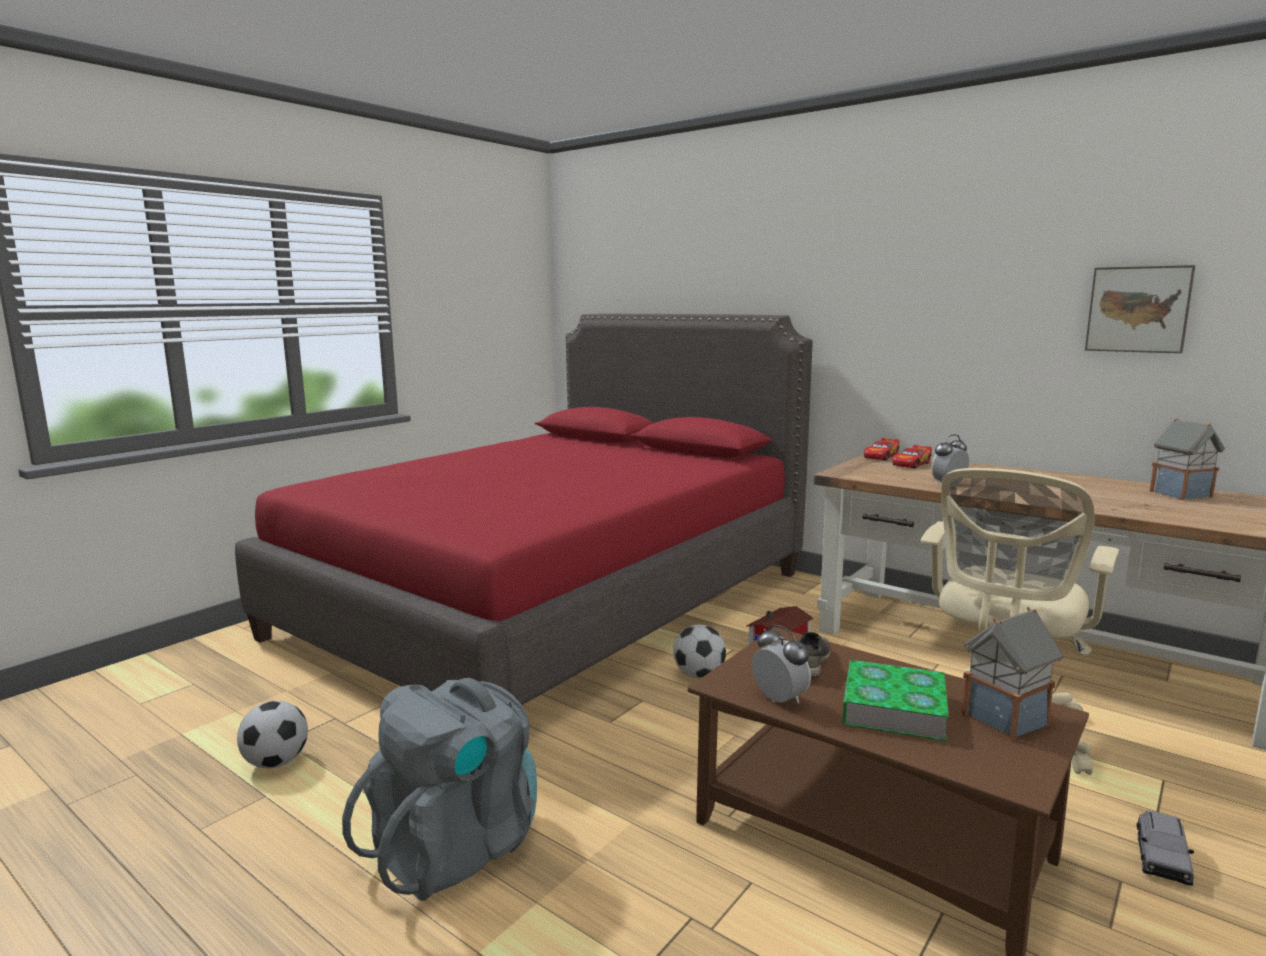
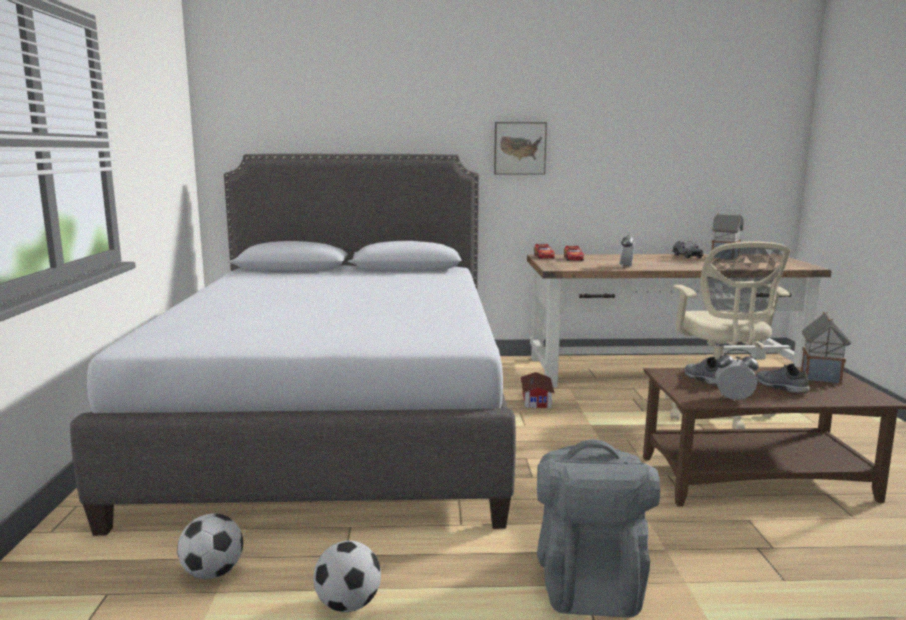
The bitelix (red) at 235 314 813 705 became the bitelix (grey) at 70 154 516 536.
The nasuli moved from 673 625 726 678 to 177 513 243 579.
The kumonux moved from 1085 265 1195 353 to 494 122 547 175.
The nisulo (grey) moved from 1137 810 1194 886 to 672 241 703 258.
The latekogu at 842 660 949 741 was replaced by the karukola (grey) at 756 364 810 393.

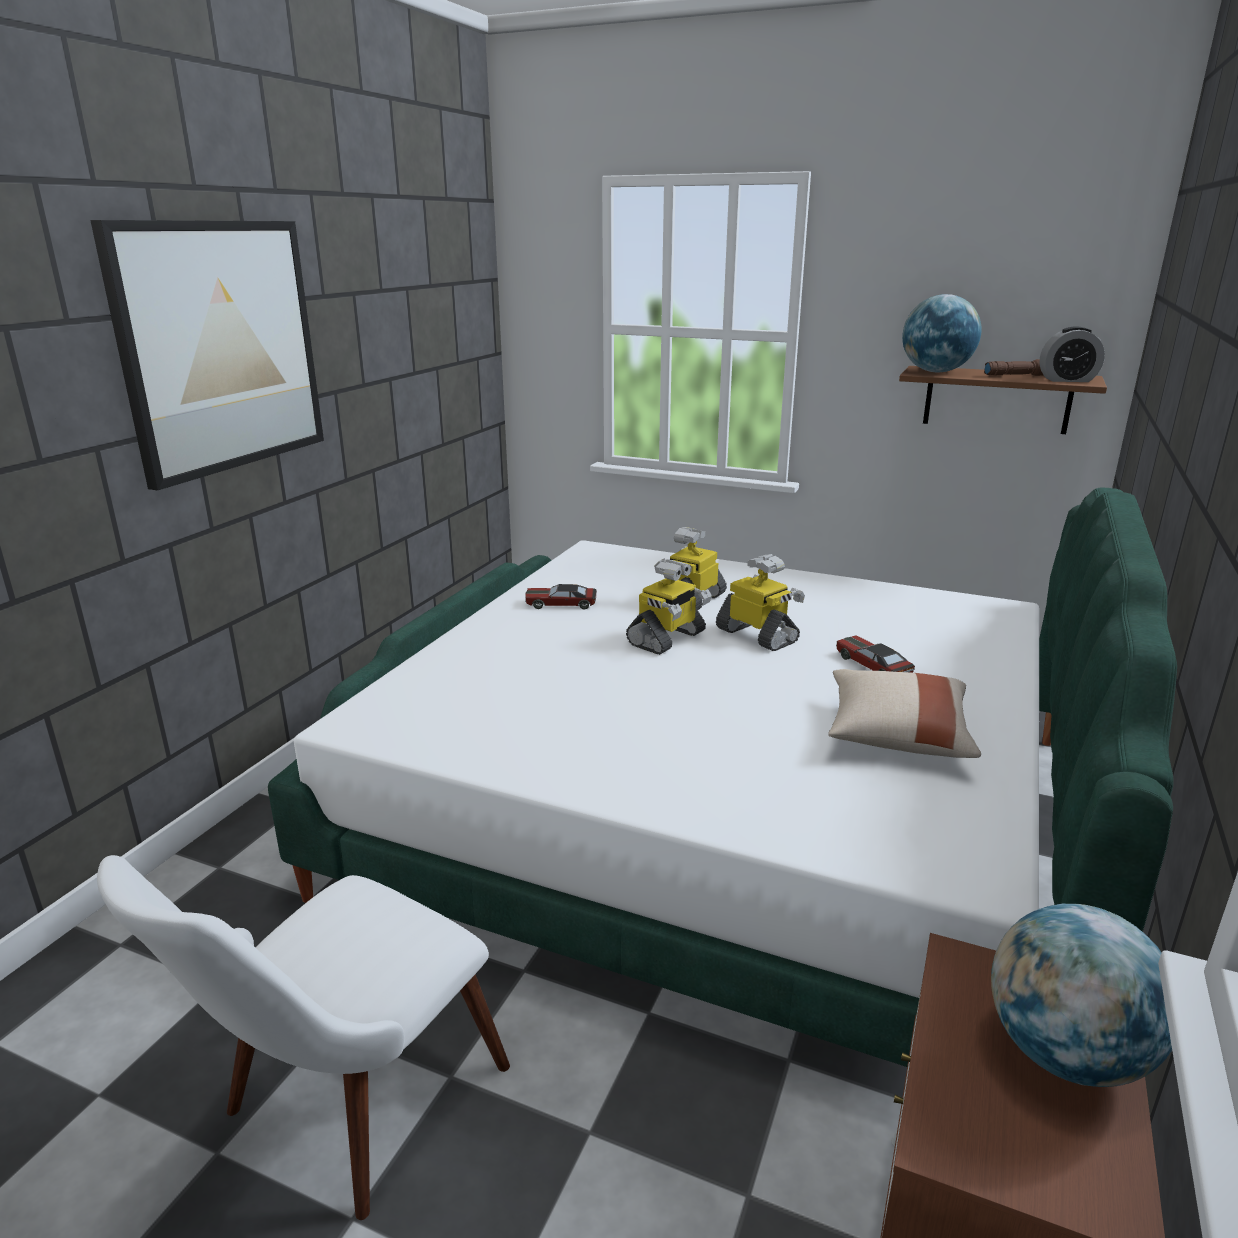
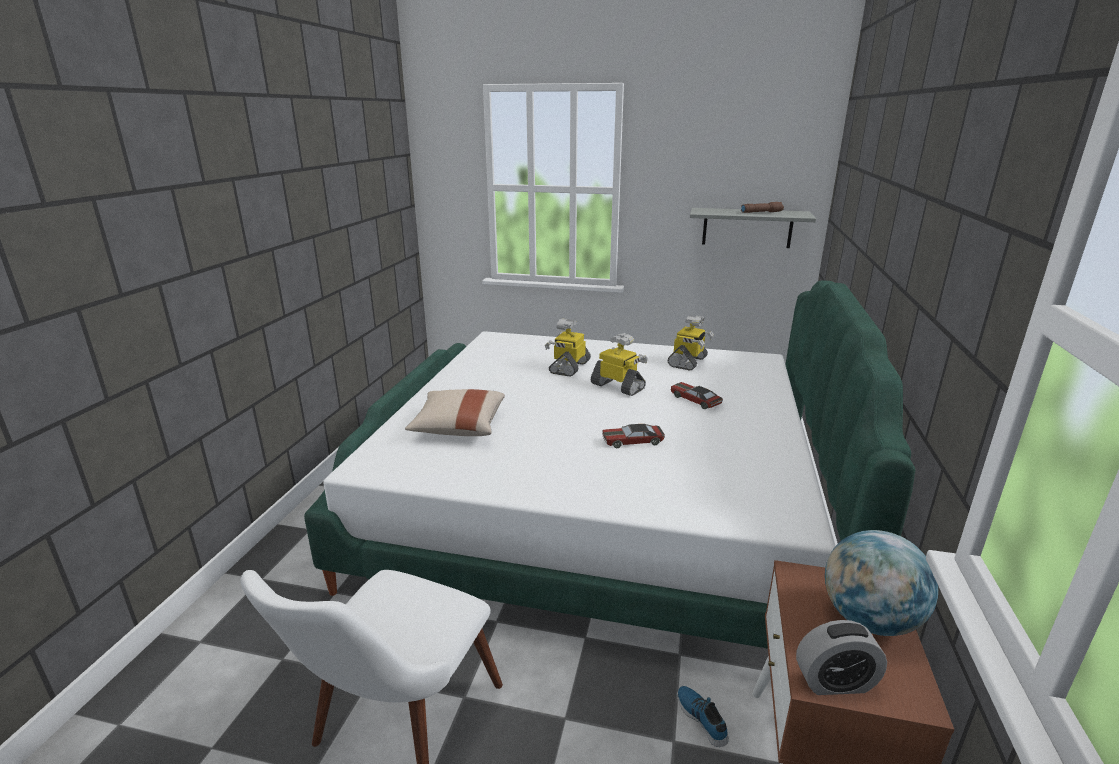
The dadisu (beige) moved from 828 669 981 758 to 405 389 505 436.
The nisulo moved from 525 584 597 610 to 602 424 665 448.
The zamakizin moved from 626 559 712 655 to 667 315 714 371.
The karukola at 677 686 729 747 appeared.
The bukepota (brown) at 899 366 1107 434 became the bukepota (grey) at 690 208 816 248.
The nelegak moved from 1039 326 1105 382 to 796 620 887 695.
The kumonux at 90 220 324 490 disappeared.
The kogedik at 902 294 981 372 disappeared.

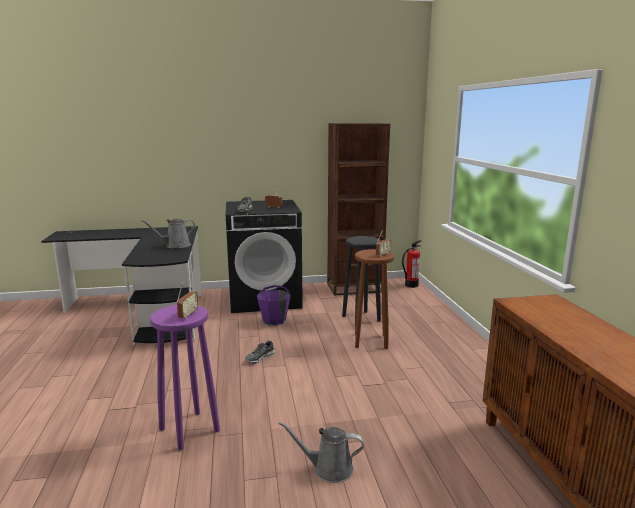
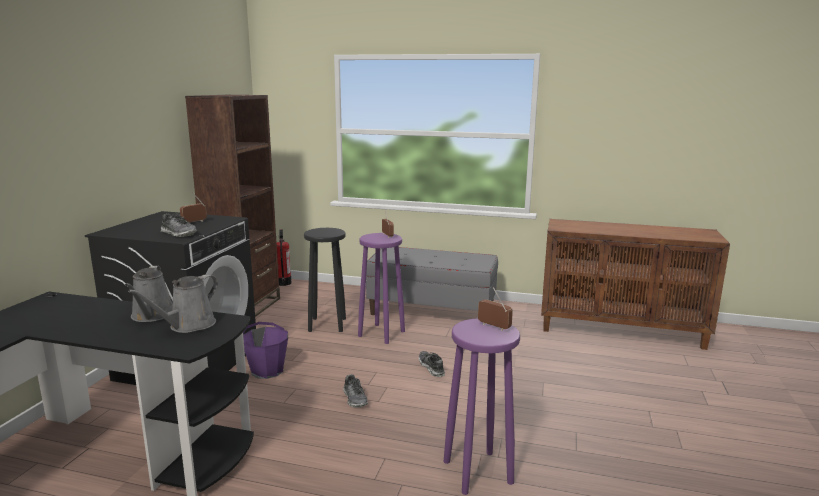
The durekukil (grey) moved from 279 421 364 483 to 128 275 218 333.
The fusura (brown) at 355 249 394 349 became the fusura (purple) at 358 233 405 344.
The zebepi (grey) at 366 247 498 315 appeared.
The karukola at 419 351 445 377 appeared.

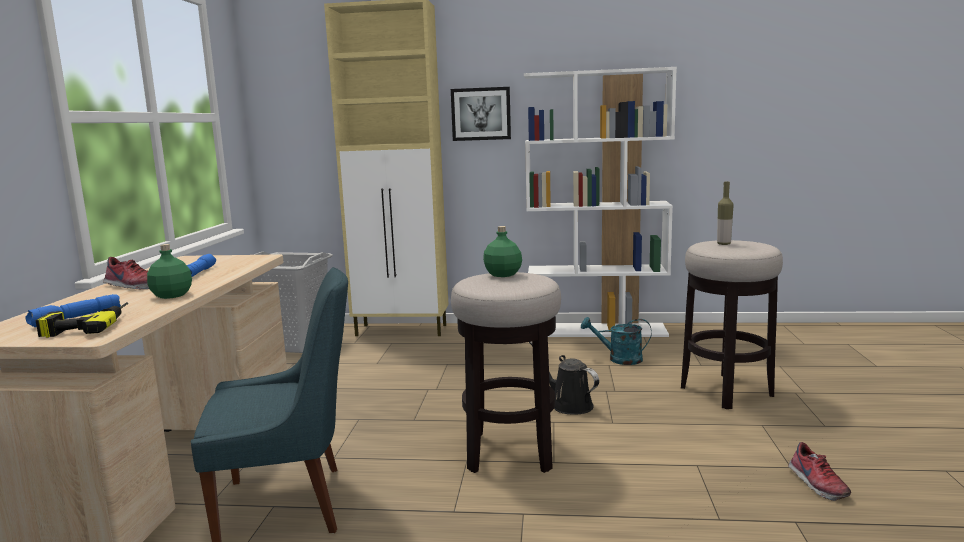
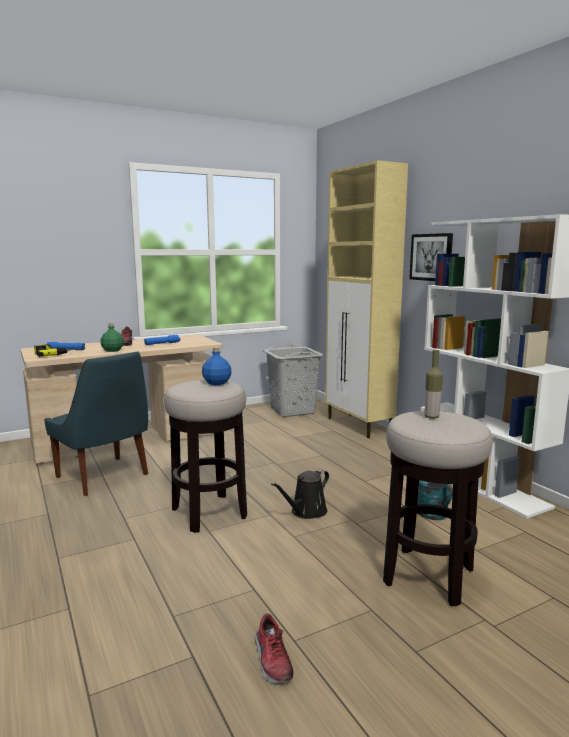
The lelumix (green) at 483 226 522 277 became the lelumix (blue) at 202 347 232 385.
The karukola at 788 442 851 501 turned 60 degrees counterclockwise.
The durekukil (black) at 529 342 599 415 turned 150 degrees counterclockwise.

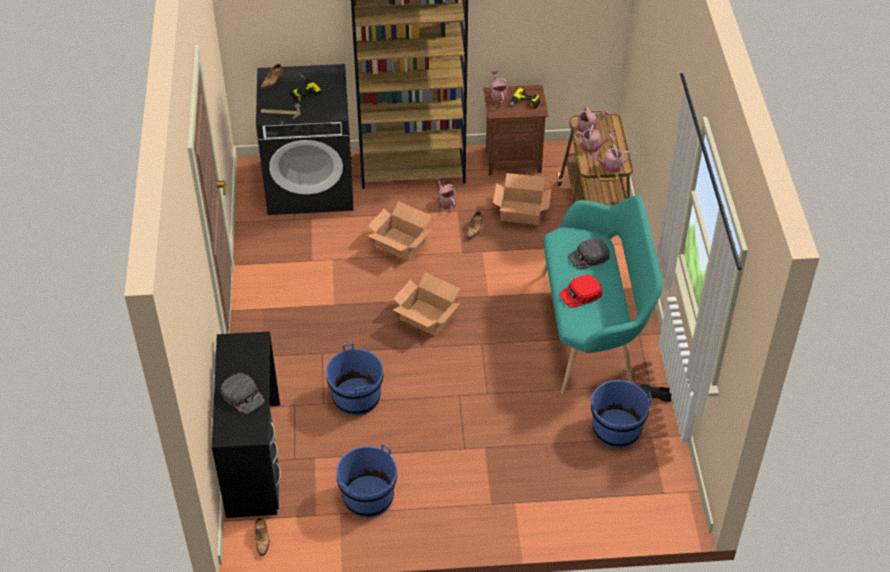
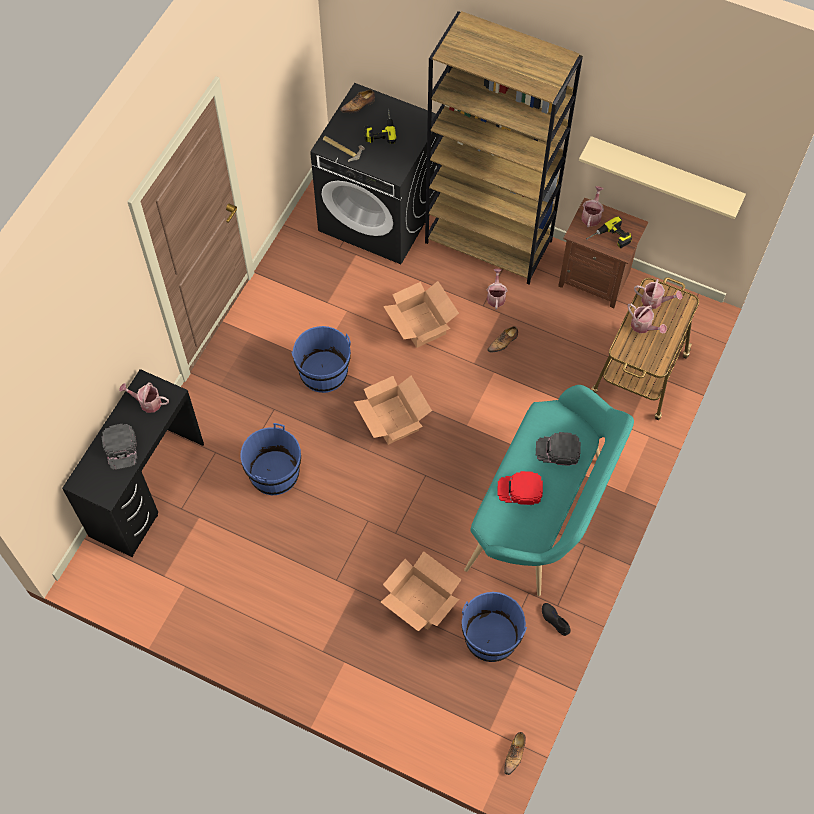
The durekukil moved from 590 144 630 172 to 119 382 169 413.
The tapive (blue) moved from 336 444 397 518 to 291 326 351 393.
The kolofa moved from 493 173 552 225 to 381 551 462 631.
The karukola moved from 254 517 270 556 to 504 732 526 775.
The bukepota (beige) at 579 136 746 219 appeared.

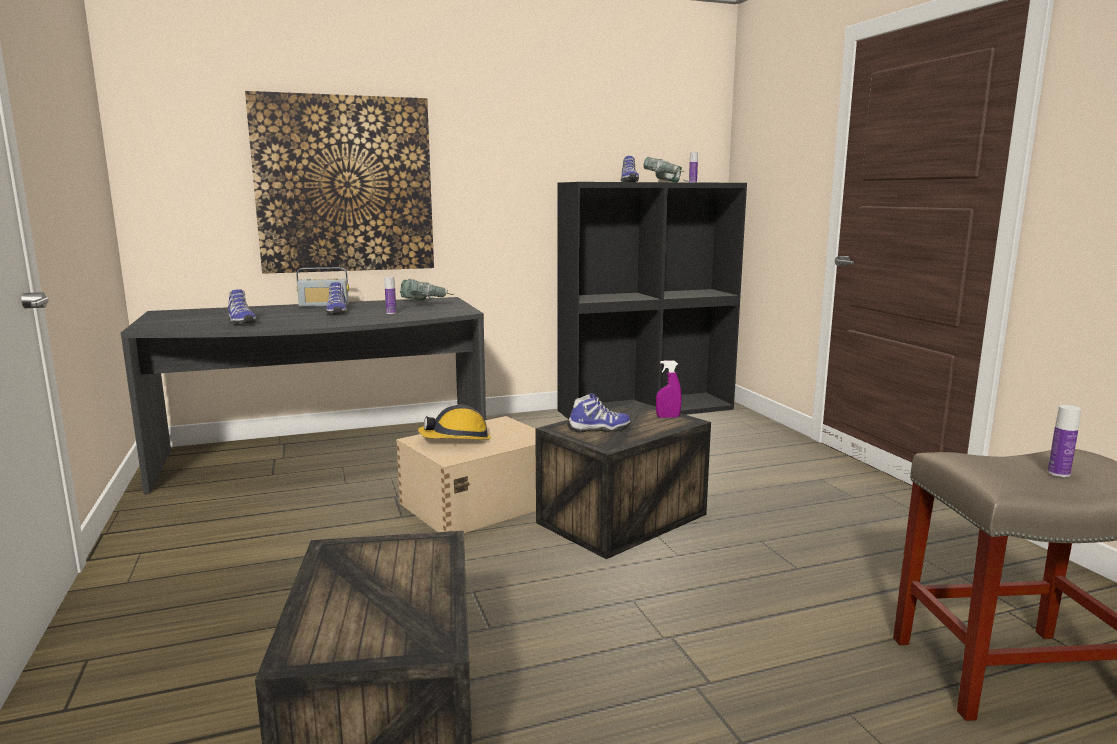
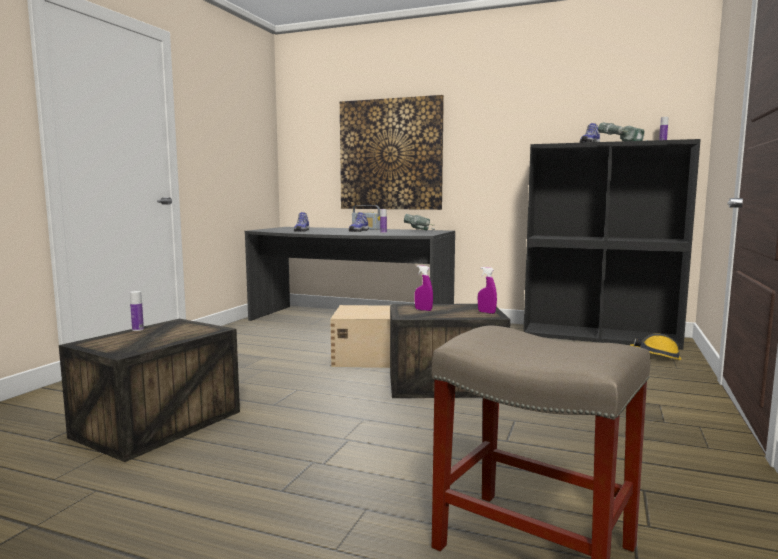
The lelumix moved from 1048 405 1081 477 to 130 291 144 331.
The karukola at 568 393 631 432 was replaced by the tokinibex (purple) at 414 265 433 311.
The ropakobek moved from 418 405 491 440 to 630 334 681 360.

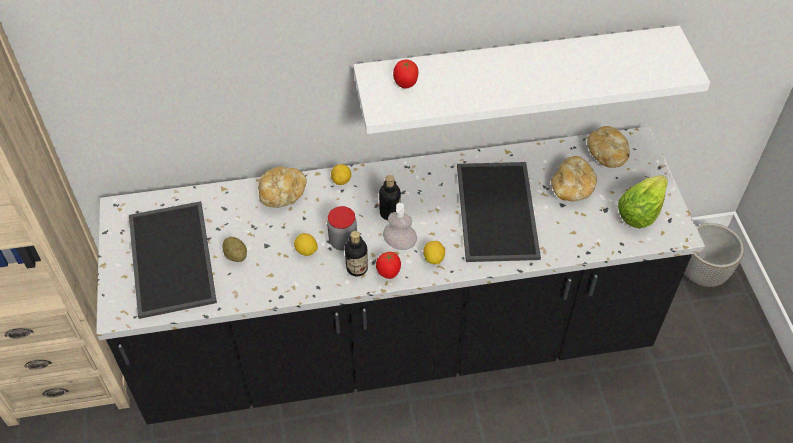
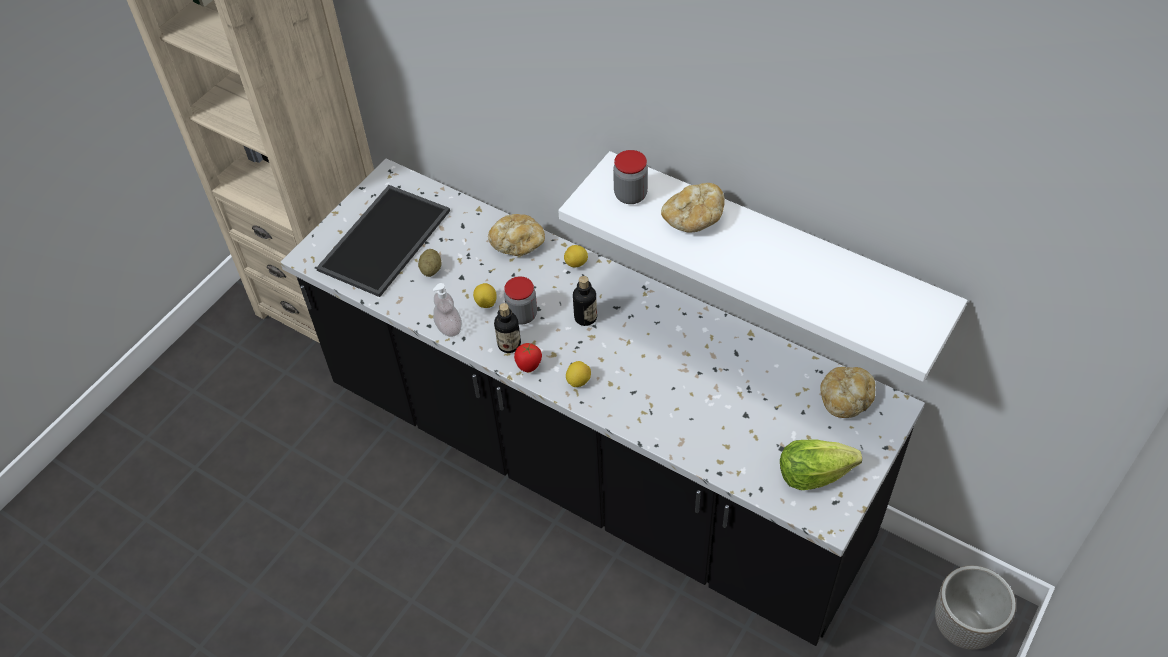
The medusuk moved from 383 203 417 250 to 433 283 462 337.
The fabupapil at 393 60 418 88 was replaced by the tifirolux at 613 150 648 204.
The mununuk moved from 551 156 597 201 to 661 183 725 233.
The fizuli at 457 162 541 262 disappeared.

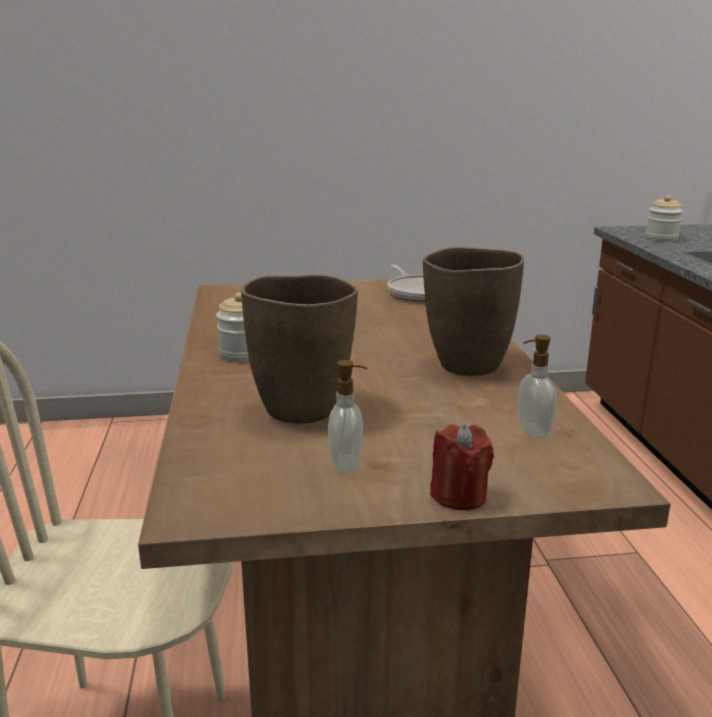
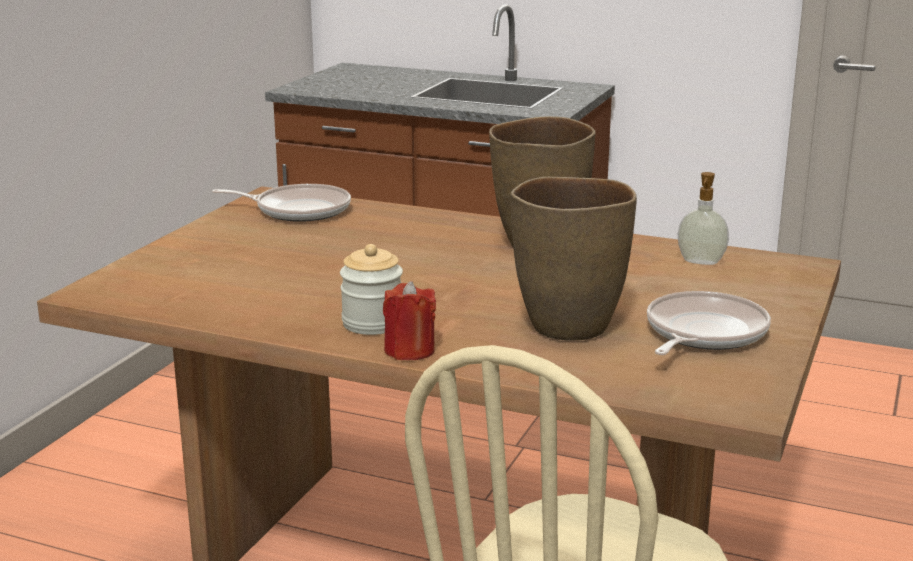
The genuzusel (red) moved from 430 424 494 510 to 383 281 436 360.
The medusuk at 328 360 367 473 was replaced by the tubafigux at 647 291 771 355.
The tifirolux at 646 195 683 241 disappeared.

